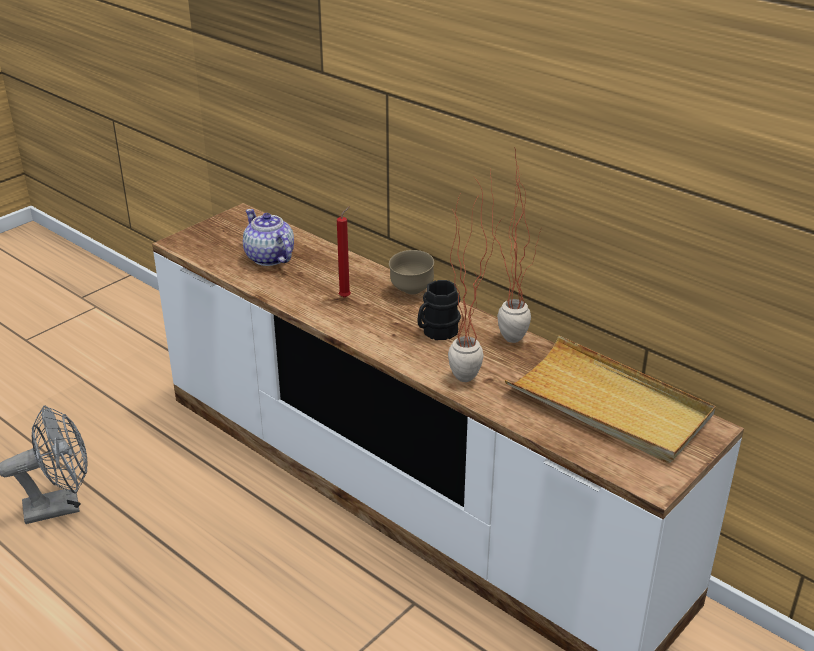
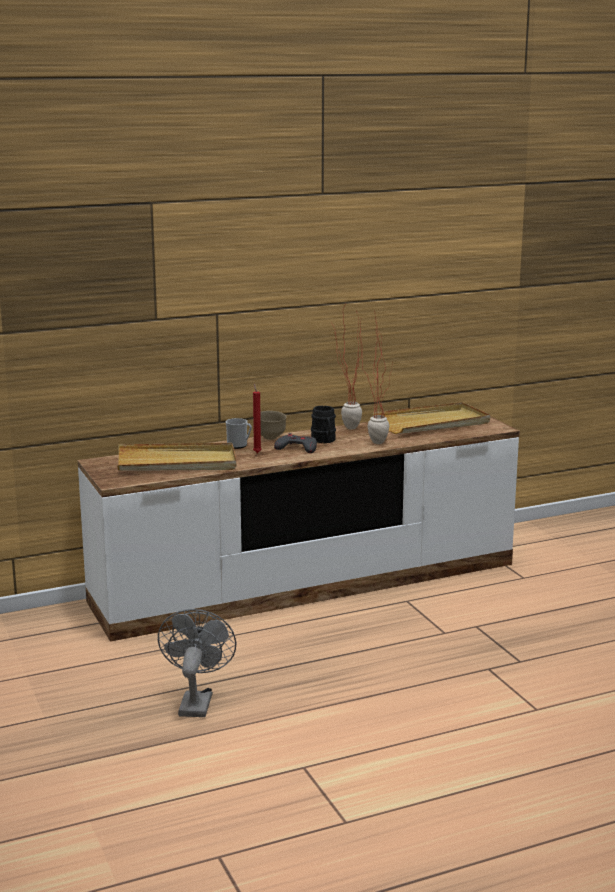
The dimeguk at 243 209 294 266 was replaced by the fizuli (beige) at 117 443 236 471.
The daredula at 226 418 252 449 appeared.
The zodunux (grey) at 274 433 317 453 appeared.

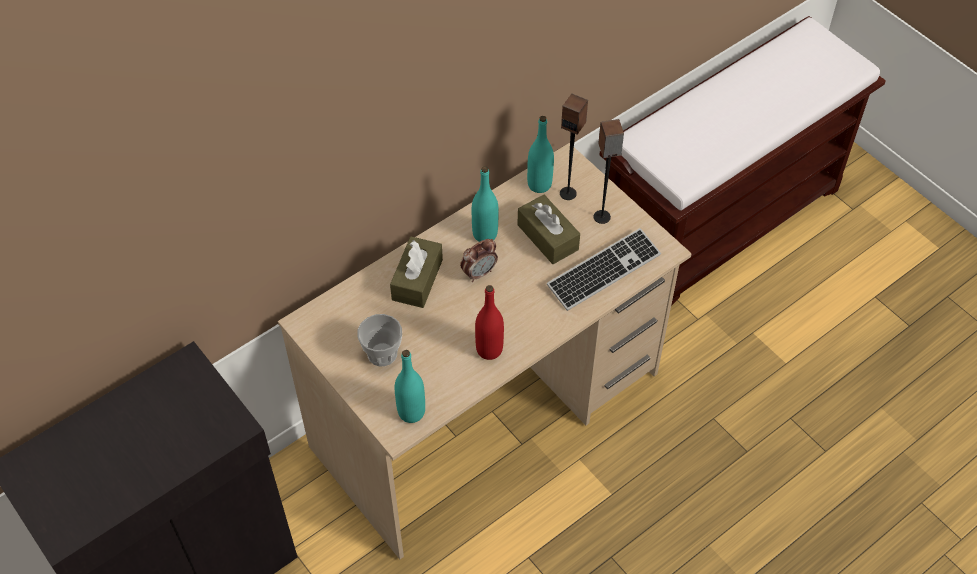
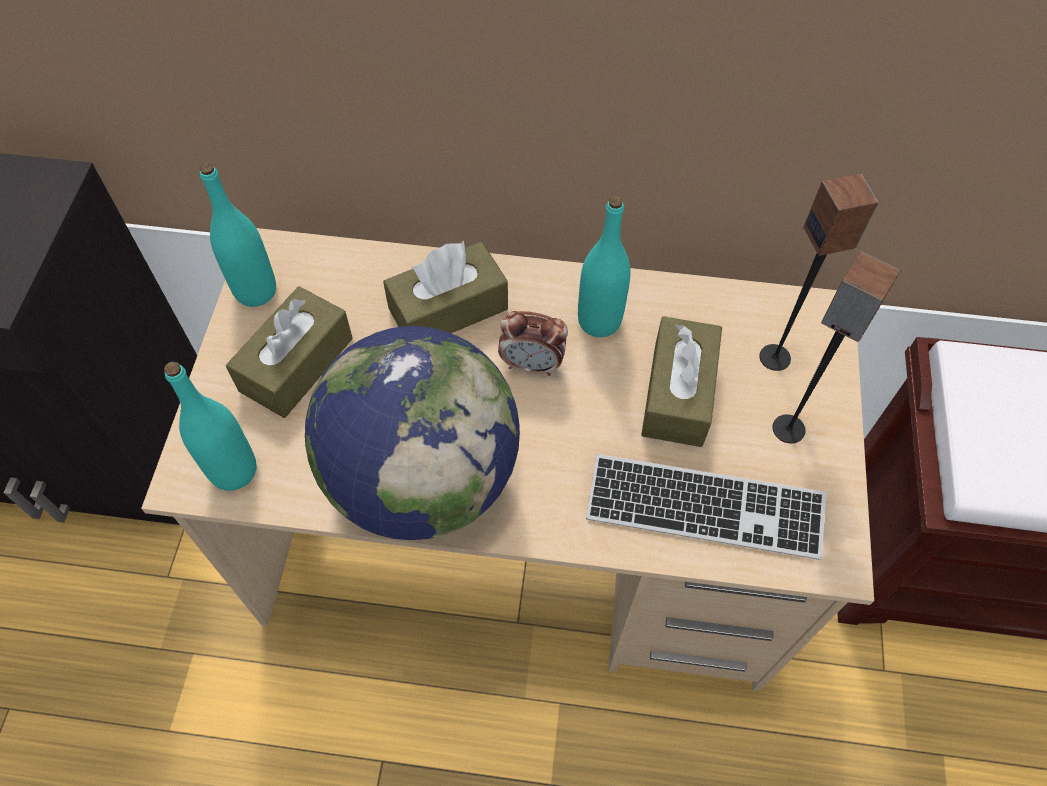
The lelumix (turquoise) moved from 527 116 554 193 to 200 163 276 307.
The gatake at 357 314 402 367 was replaced by the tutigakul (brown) at 226 286 353 418.
The lelumix (red) at 475 285 504 360 was replaced by the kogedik at 305 326 520 540.

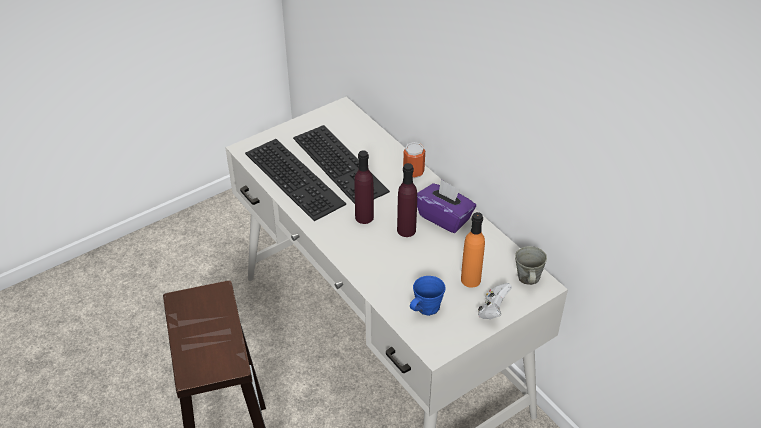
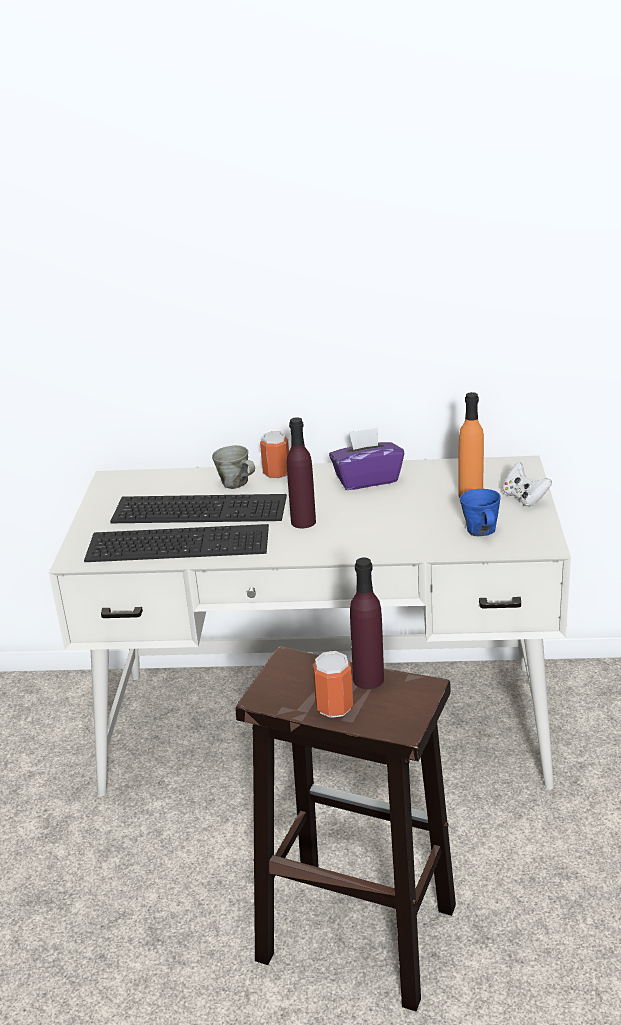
The daredula (grey) moved from 515 246 547 285 to 212 445 255 489.
The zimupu at 313 651 353 718 appeared.
The lelumix (purple) moved from 397 163 417 237 to 350 558 384 689.

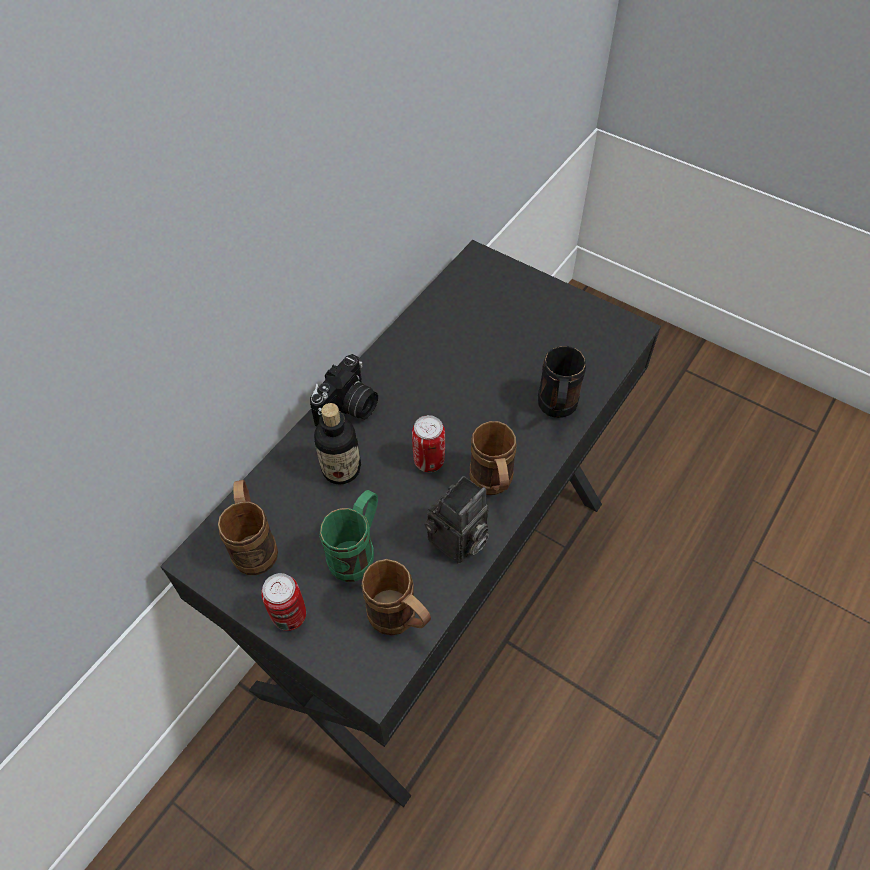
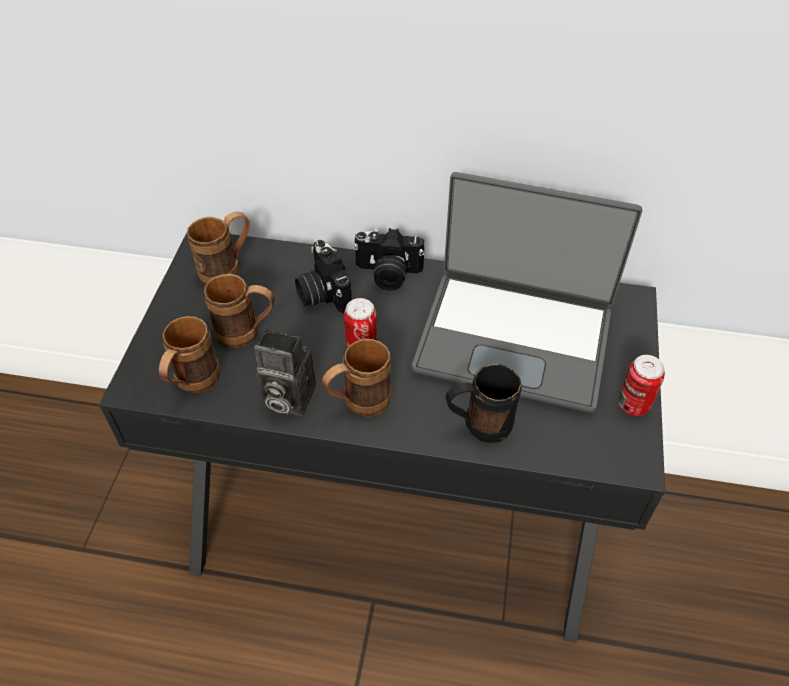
The daredula (green) at 319 490 378 582 became the daredula (brown) at 204 274 274 348.
The lelumix at 314 403 361 485 was replaced by the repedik at 295 240 352 313.
The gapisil at 412 172 642 413 appeared.
The zimupu moved from 261 573 306 631 to 618 355 665 416.

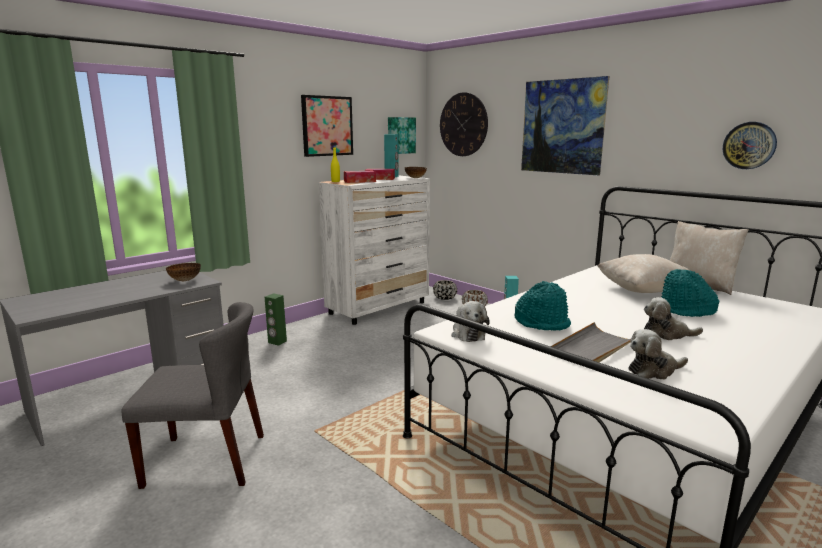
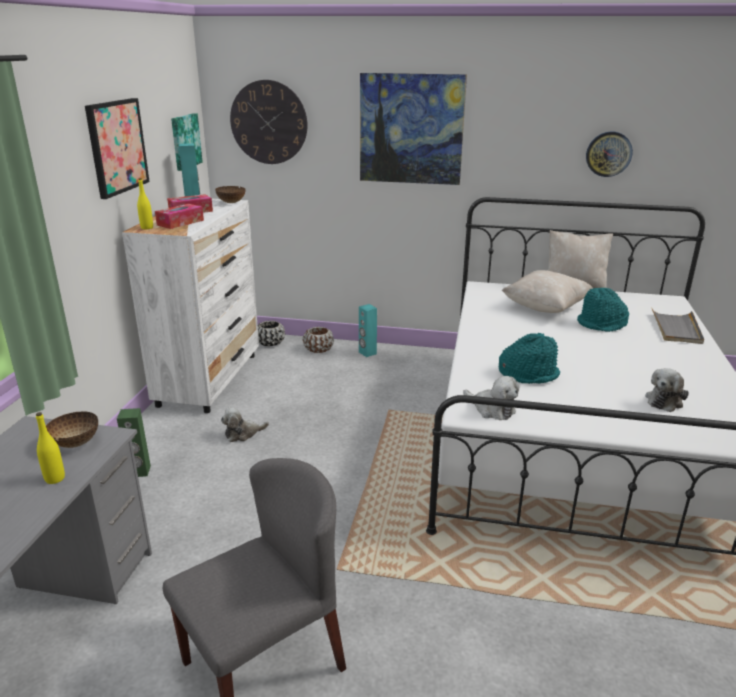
The lelumix (yellow) at 36 412 65 484 appeared.
The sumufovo moved from 644 297 703 340 to 221 407 269 442.
The fizuli (grey) moved from 550 322 631 362 to 652 309 704 344.

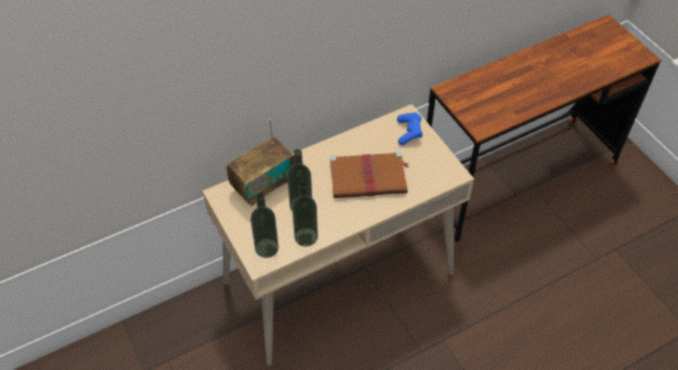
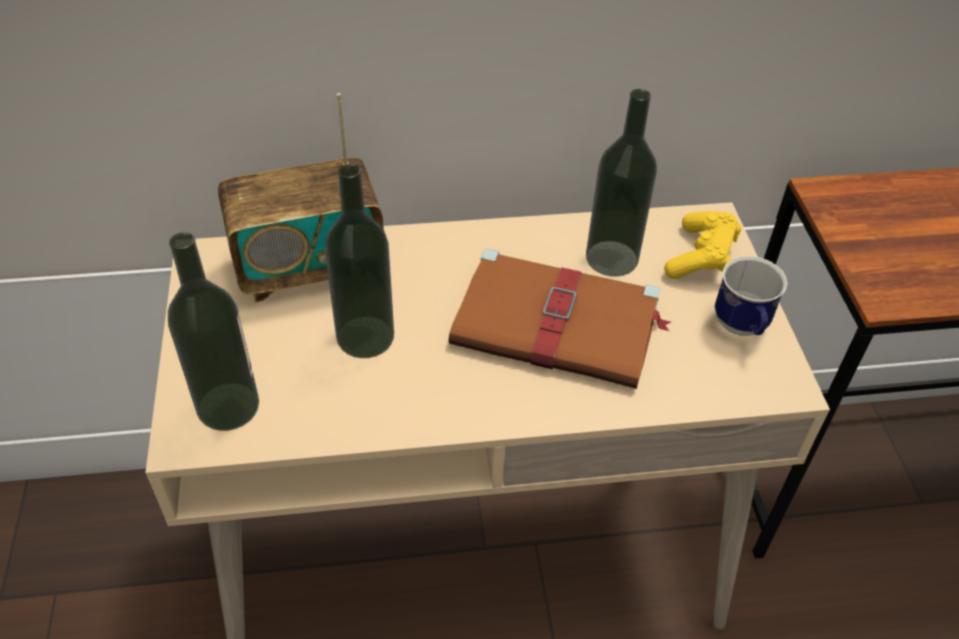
The lelumix moved from 292 181 318 247 to 586 89 657 277.
The zodunux (blue) at 397 112 423 145 became the zodunux (yellow) at 664 211 741 279.
The daredula at 715 256 788 336 appeared.

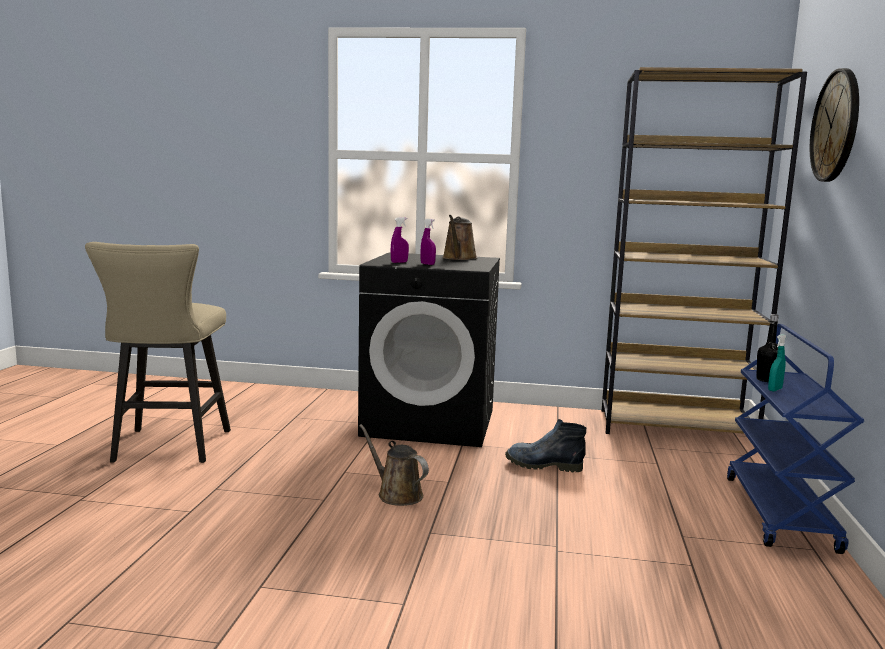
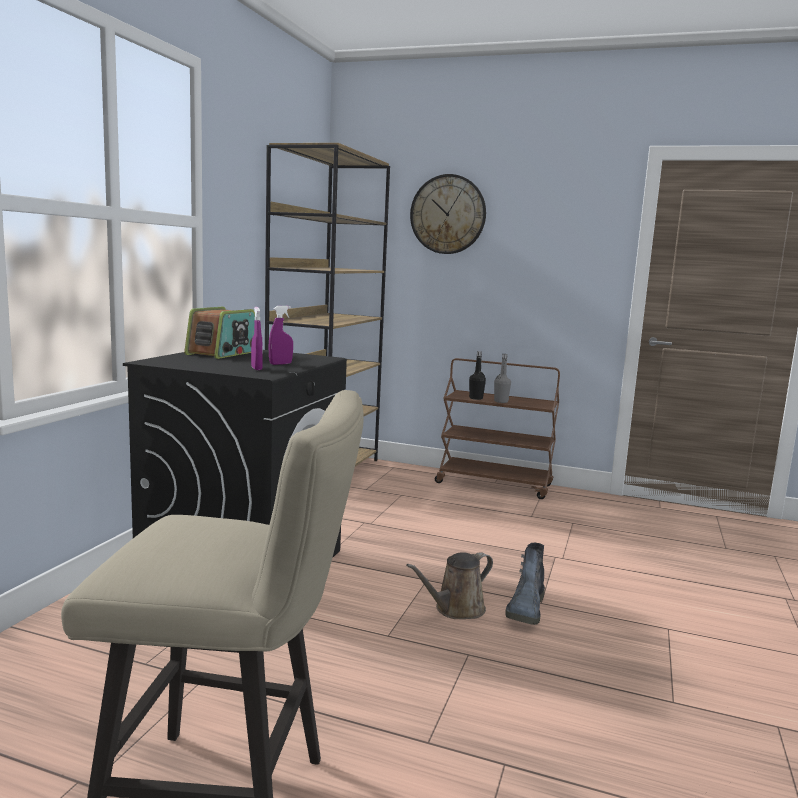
The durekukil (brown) at 442 215 477 260 was replaced by the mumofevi at 184 307 255 359.
The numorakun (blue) at 727 324 864 554 became the numorakun (brown) at 435 358 560 499.
The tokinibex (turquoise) at 768 334 786 392 was replaced by the lelumix (grey) at 494 354 511 403.
The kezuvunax moved from 505 419 586 472 to 505 543 545 625.

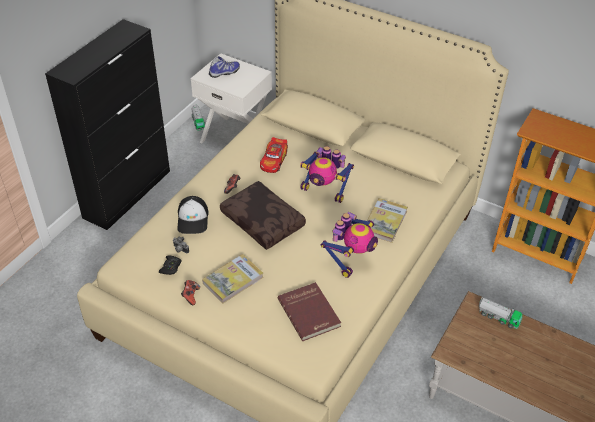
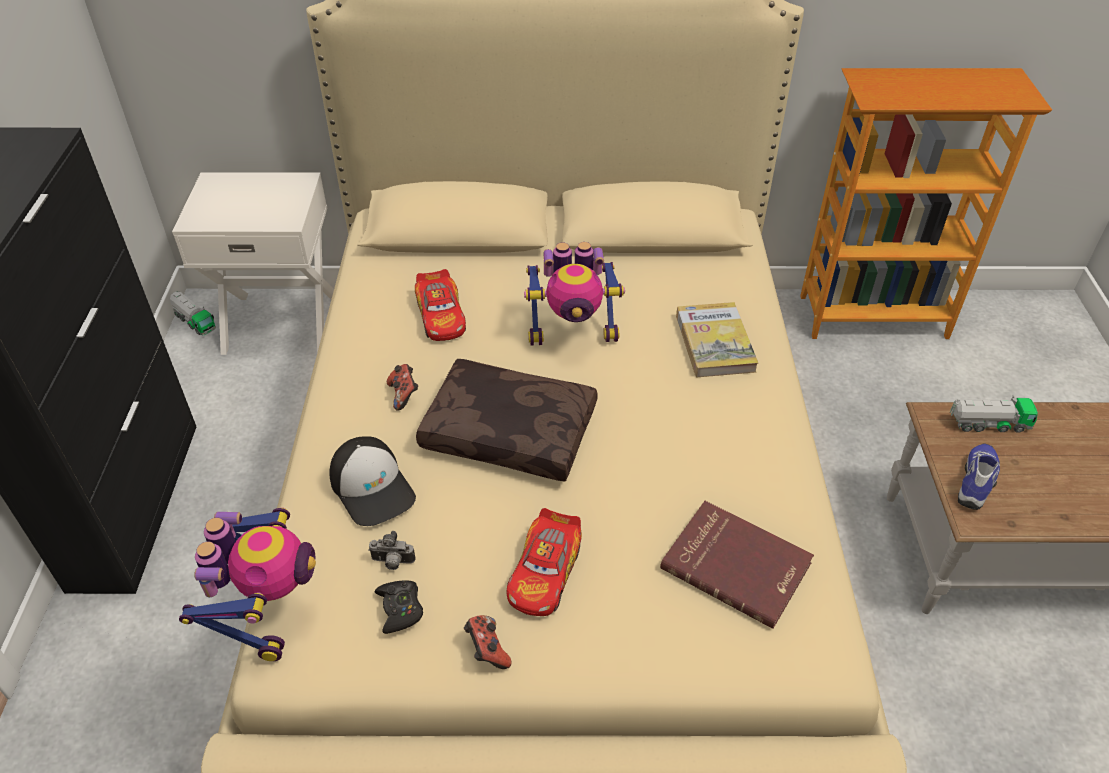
The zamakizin moved from 320 212 378 278 to 179 507 316 661.
The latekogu at 202 254 264 303 was replaced by the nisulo at 506 508 582 616.
The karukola moved from 209 56 240 78 to 958 443 1000 510.

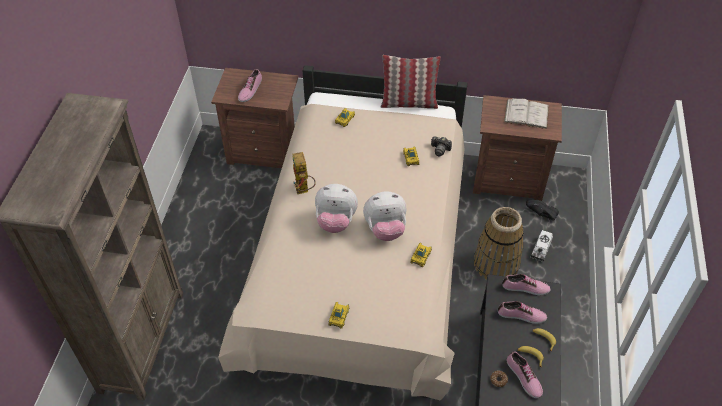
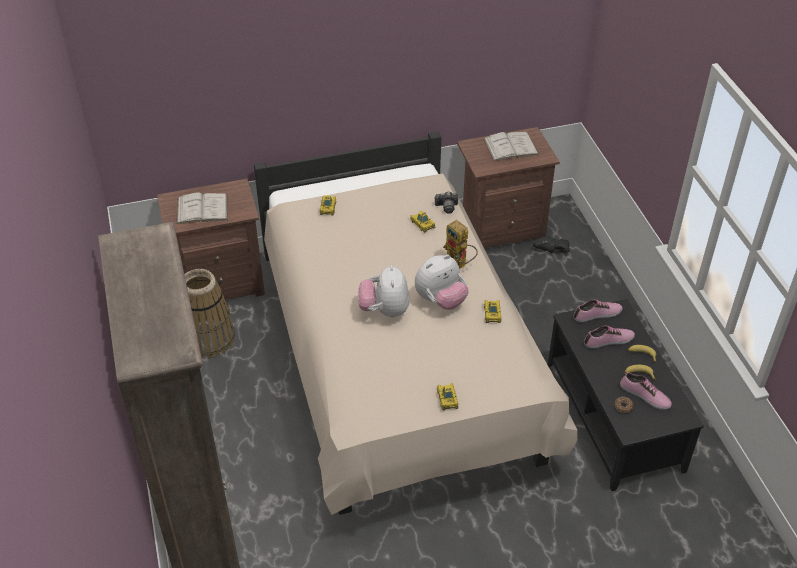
The karukola at 238 69 262 102 was replaced by the latekogu (white) at 176 192 228 224.
The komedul moved from 474 207 524 280 to 185 269 235 359.
The sumufovo at 315 184 358 233 turned 105 degrees clockwise.
The zamakizin moved from 293 152 316 194 to 443 220 478 269.
The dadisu at 380 55 441 109 disappeared.
The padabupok at 530 230 553 262 disappeared.

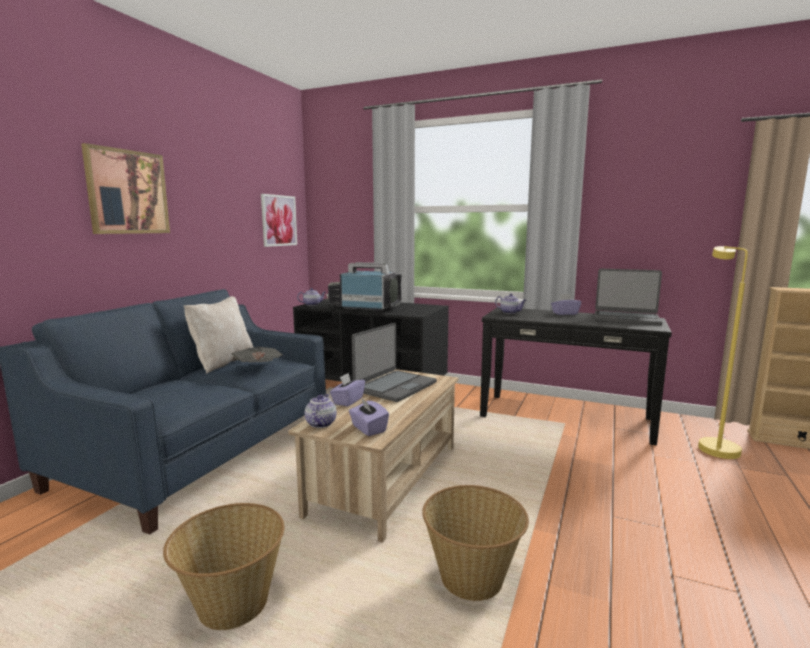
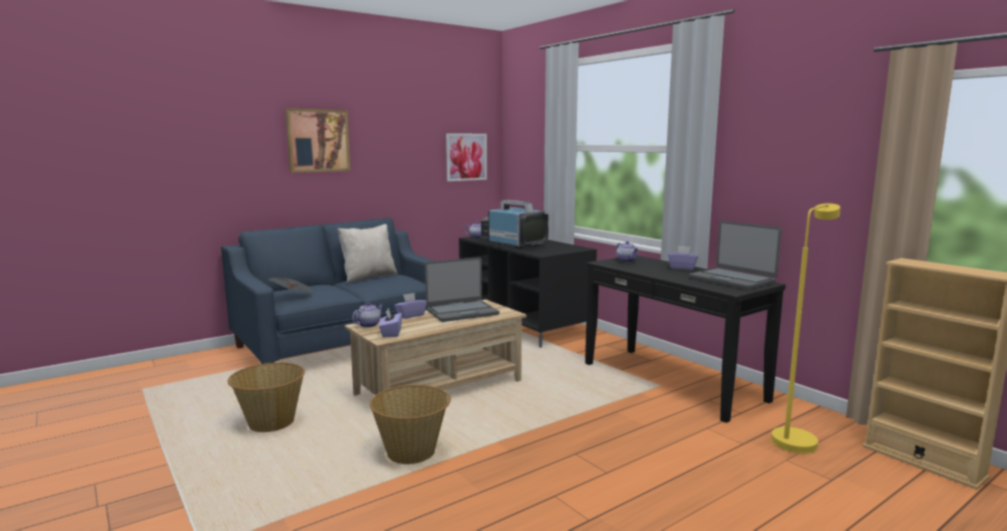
The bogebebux moved from 231 347 283 362 to 268 277 314 292.

